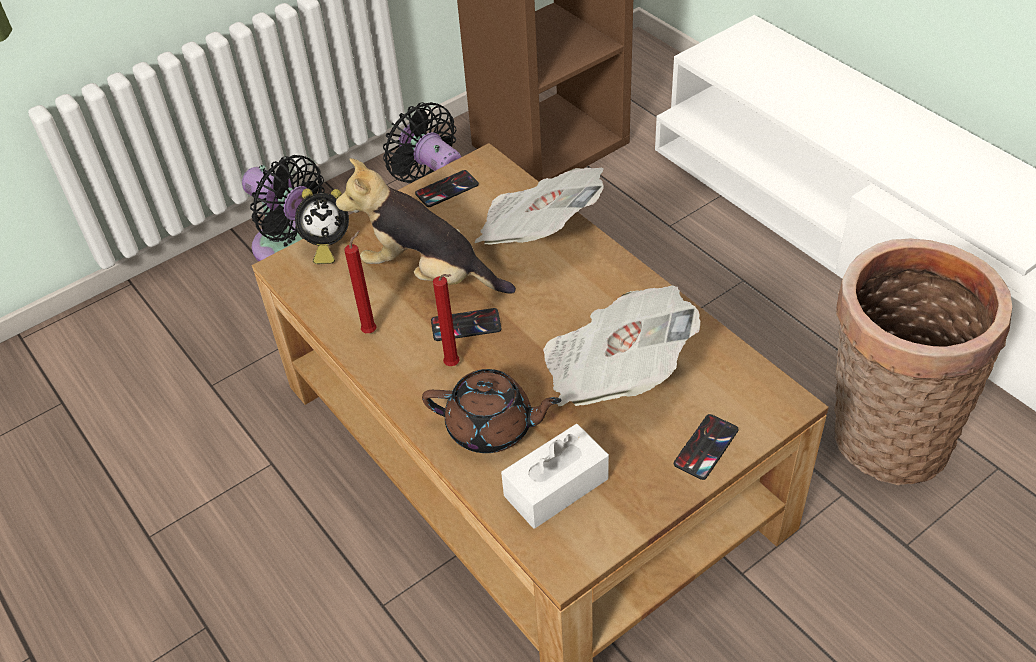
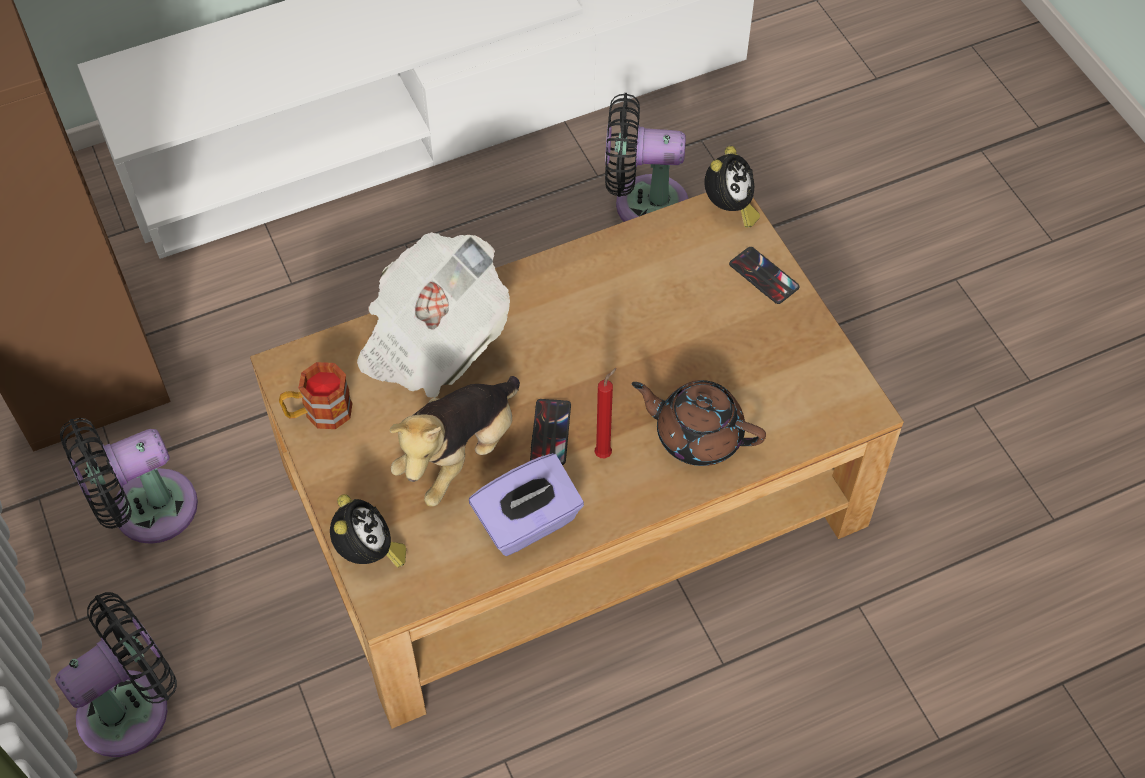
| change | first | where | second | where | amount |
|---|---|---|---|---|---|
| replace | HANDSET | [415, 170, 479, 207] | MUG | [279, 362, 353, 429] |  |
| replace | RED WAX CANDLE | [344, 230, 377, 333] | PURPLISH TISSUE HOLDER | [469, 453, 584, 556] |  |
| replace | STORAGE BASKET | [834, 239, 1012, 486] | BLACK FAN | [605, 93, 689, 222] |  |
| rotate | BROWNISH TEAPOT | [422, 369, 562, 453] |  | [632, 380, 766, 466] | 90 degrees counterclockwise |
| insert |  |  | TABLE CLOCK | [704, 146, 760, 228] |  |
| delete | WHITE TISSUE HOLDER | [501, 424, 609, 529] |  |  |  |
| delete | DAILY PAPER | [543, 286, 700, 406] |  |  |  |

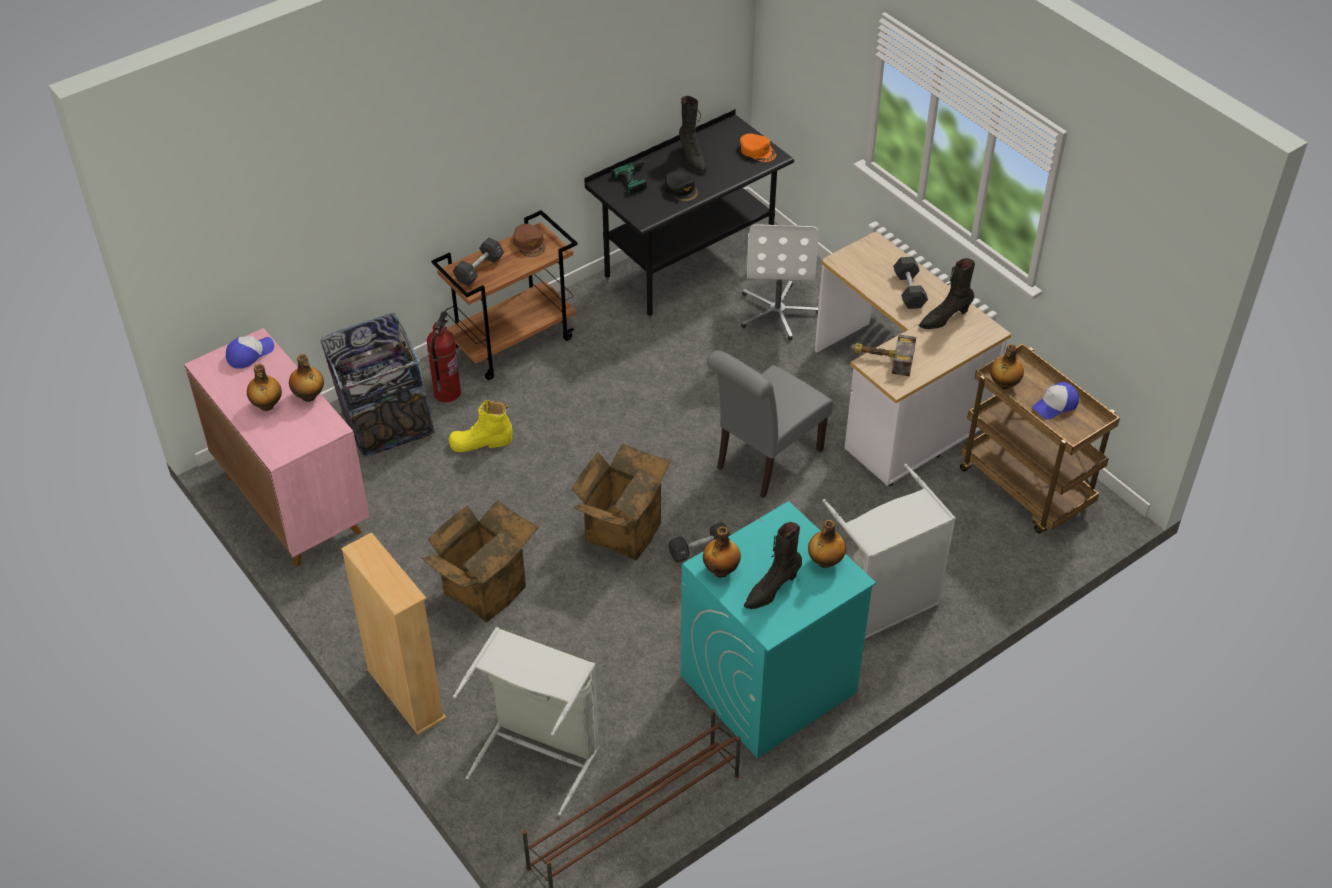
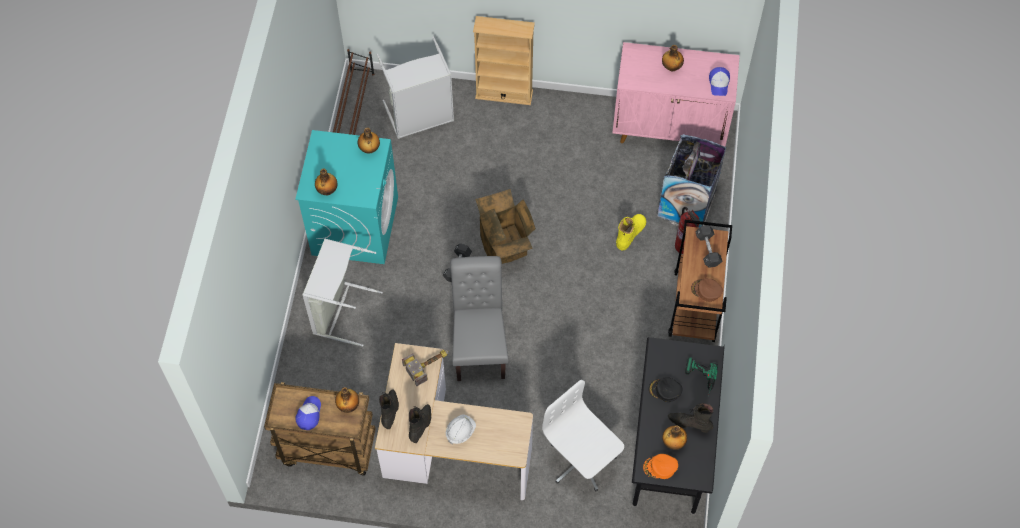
| change | first | where | second | where | amount |
|---|---|---|---|---|---|
| move | BLACK HIGH-TOP BOOT | [744, 522, 802, 609] |  | [379, 389, 399, 429] |  |
| replace | BLACK HAND WEIGHT | [893, 257, 928, 309] | WHITE HARD HAT | [446, 414, 476, 445] |  |
| move | BEVERAGE BOTTLE | [289, 354, 324, 402] |  | [662, 425, 687, 450] |  |
| delete | CARDBOARD BOX | [421, 500, 539, 622] |  |  |  |

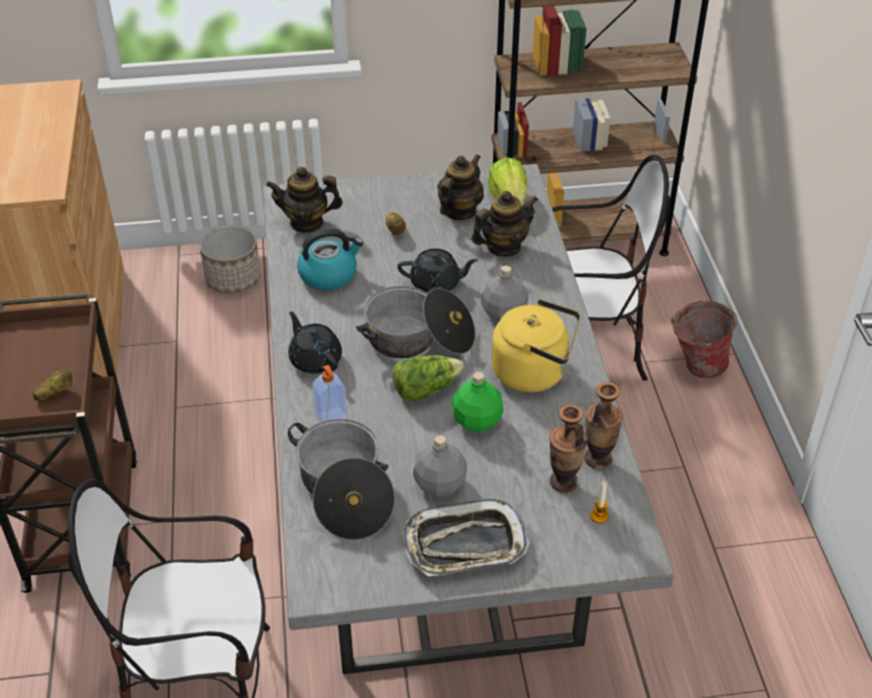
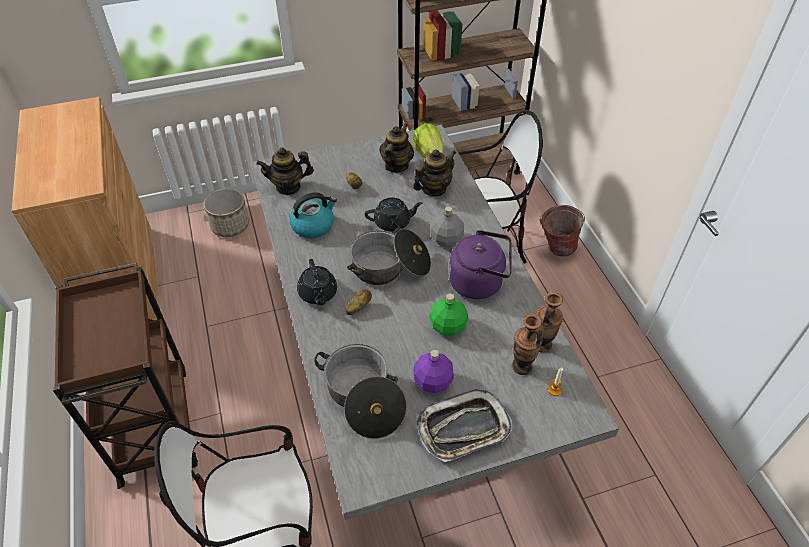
| change | first | where | second | where | amount |
|---|---|---|---|---|---|
| rotate | BLACK TEAPOT | [288, 311, 342, 374] |  | [297, 259, 337, 305] | 150 degrees counterclockwise |
| move | WHOLE POTATO | [33, 370, 72, 401] |  | [346, 289, 372, 315] |  |
| recolor | GREY BEVERAGE BOTTLE | [413, 435, 467, 497] | PURPLISH BEVERAGE BOTTLE | [414, 349, 454, 393] |  |
| recolor | YELLOWISH KETTLE | [491, 299, 580, 392] | PURPLISH KETTLE | [448, 230, 512, 299] |  |
| delete | SOAP DISPENSER | [312, 365, 347, 422] |  |  |  |
| delete | LETTUCE HEAD | [393, 355, 464, 401] |  |  |  |

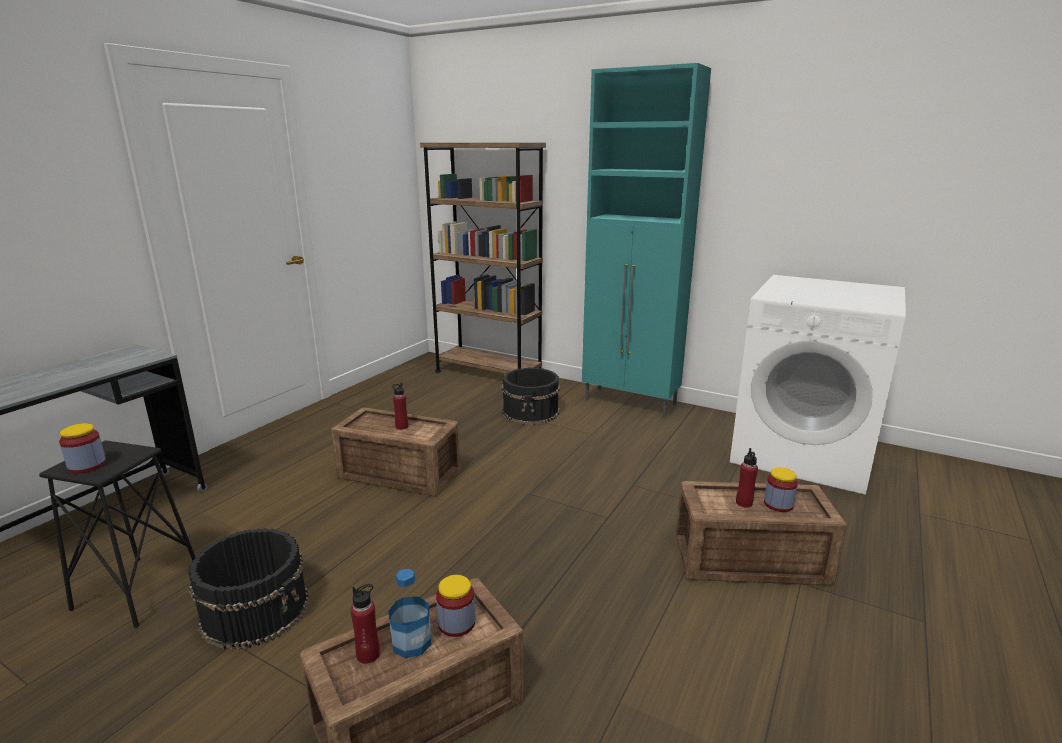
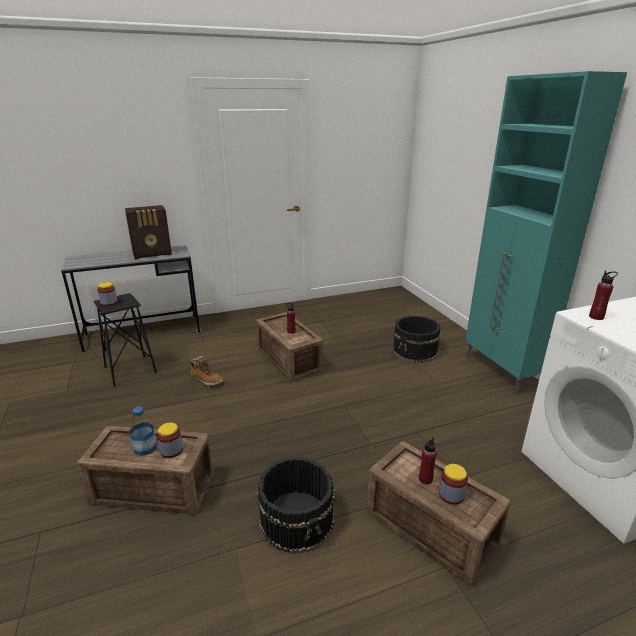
| change | first | where | second | where | amount |
|---|---|---|---|---|---|
| insert |  |  | RADIO RECEIVER | [125, 205, 172, 259] |  |
| insert |  |  | HIGH-TOP BOOT | [191, 356, 223, 386] |  |
| move | BLACK WATER BUCKET | [188, 528, 309, 650] |  | [257, 457, 335, 554] |  |
| move | RED BEVERAGE BOTTLE | [351, 584, 380, 664] |  | [589, 271, 618, 320] |  |
| delete | BROWNISH BOOKCASE | [420, 143, 546, 374] |  |  |  |

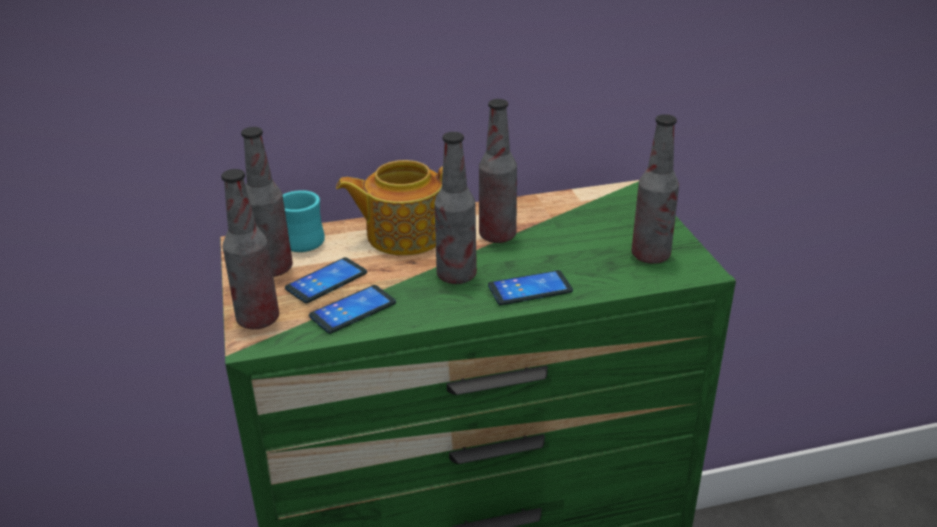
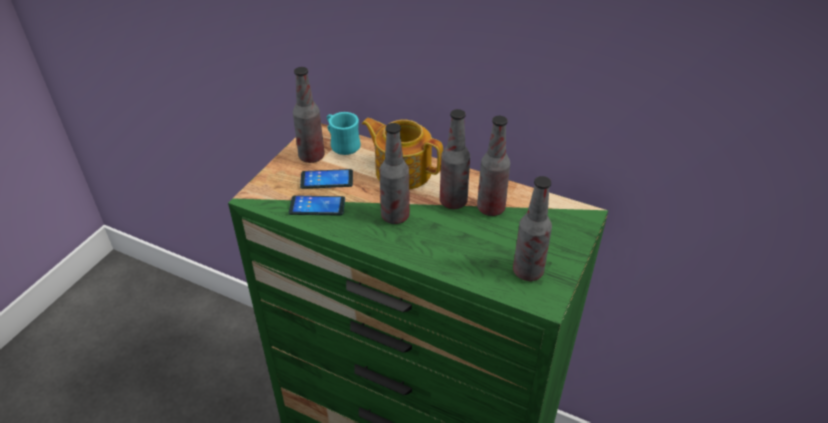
| change | first | where | second | where | amount |
|---|---|---|---|---|---|
| move | BEVERAGE BOTTLE | [221, 169, 279, 329] |  | [477, 116, 510, 216] |  |
| delete | HANDSET | [488, 270, 573, 306] |  |  |  |

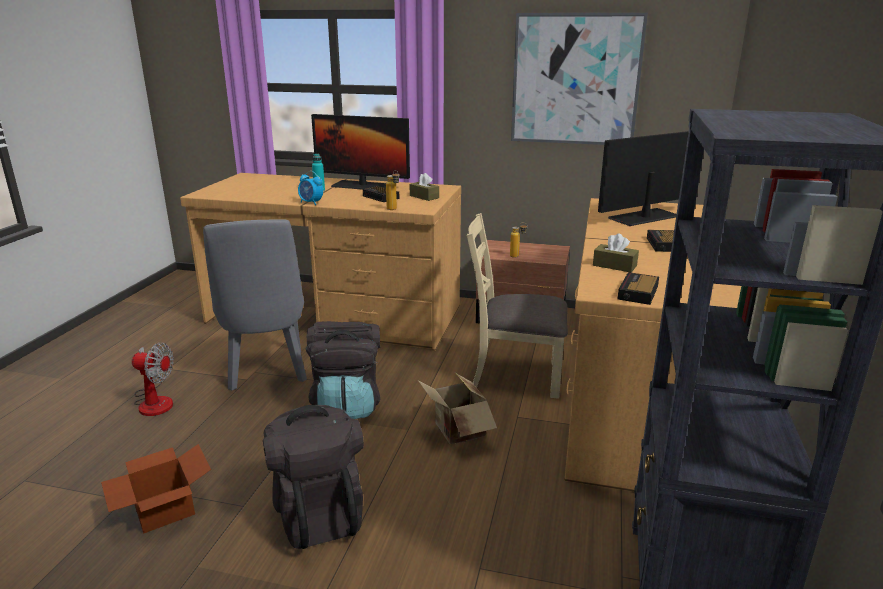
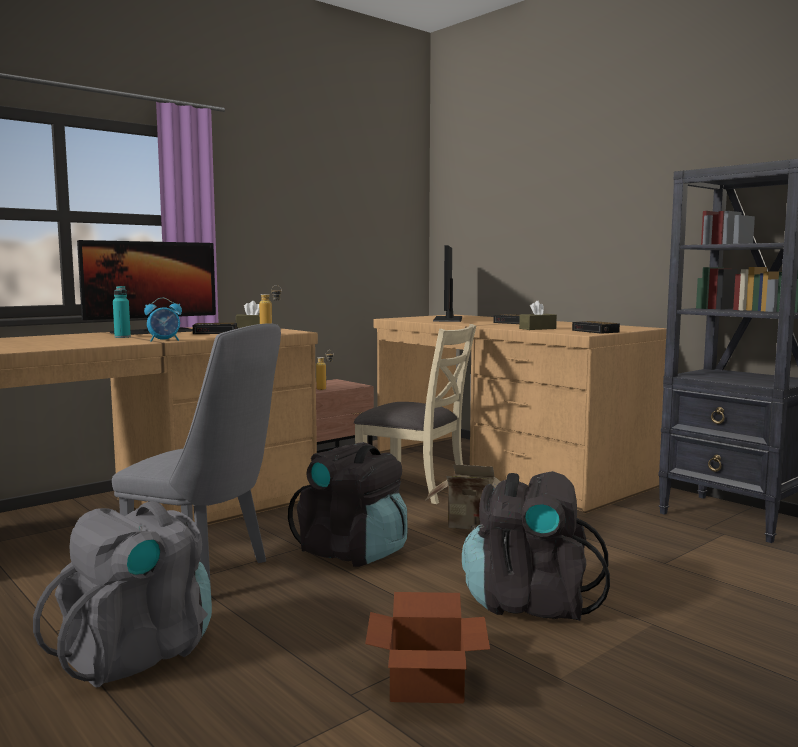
| change | first | where | second | where | amount |
|---|---|---|---|---|---|
| replace | FAN | [132, 342, 174, 416] | GREY BACKPACK | [33, 501, 212, 688] |  |
| rotate | SAND-COLOURED CHAIR | [467, 213, 568, 399] |  | [354, 324, 476, 504] | 105 degrees counterclockwise |
| delete | WALL ART | [511, 13, 648, 145] |  |  |  |

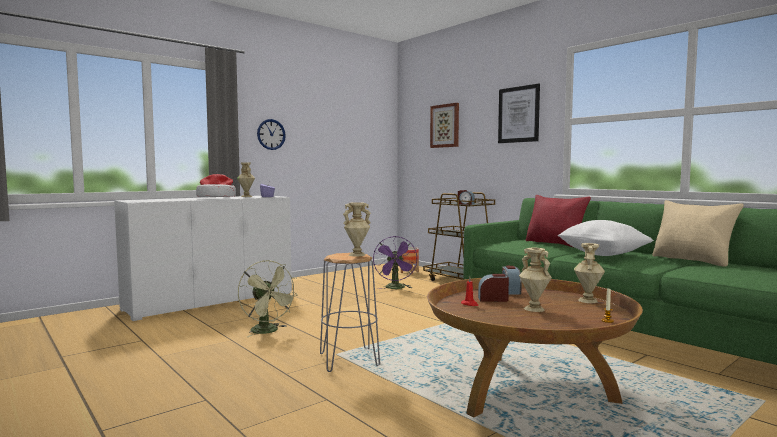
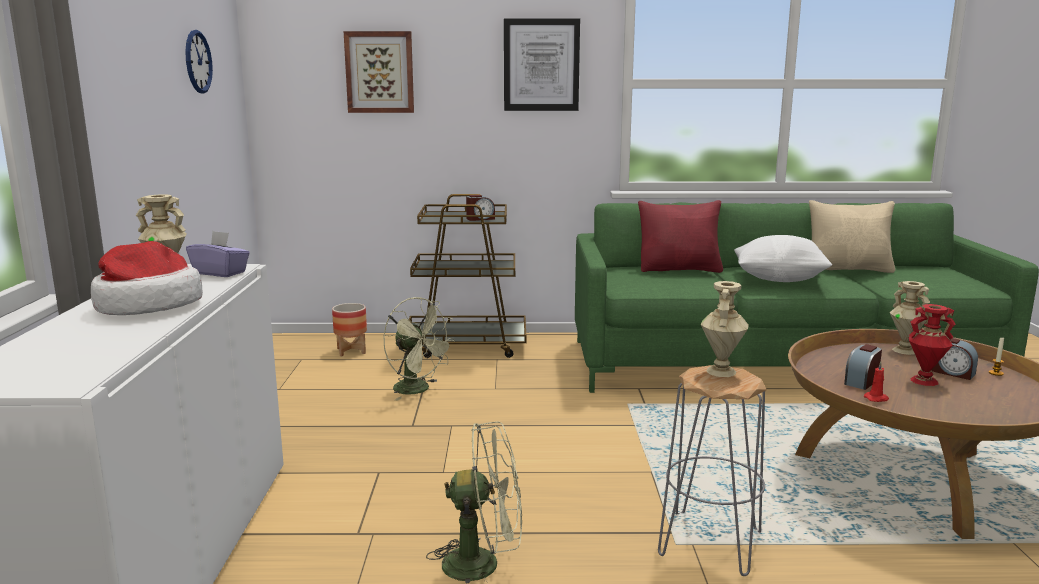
| change | first | where | second | where | amount |
|---|---|---|---|---|---|
| move | HANGING CLOCK | [257, 119, 286, 150] |  | [185, 30, 213, 94] |  |
| recolor | PURPLISH FAN | [373, 236, 417, 289] | GREEN FAN | [383, 297, 456, 401] |  |
| recolor | SAND-COLOURED FLOWER VASE | [519, 248, 552, 312] | RED FLOWER VASE | [909, 304, 955, 386] |  |
| move | TABLE CLOCK | [502, 266, 522, 295] |  | [931, 338, 978, 380] |  |

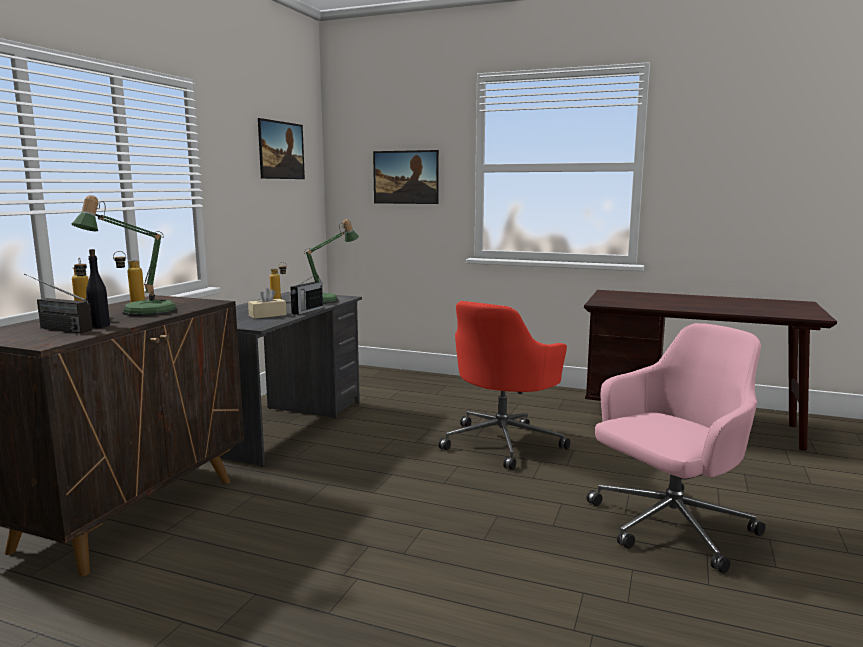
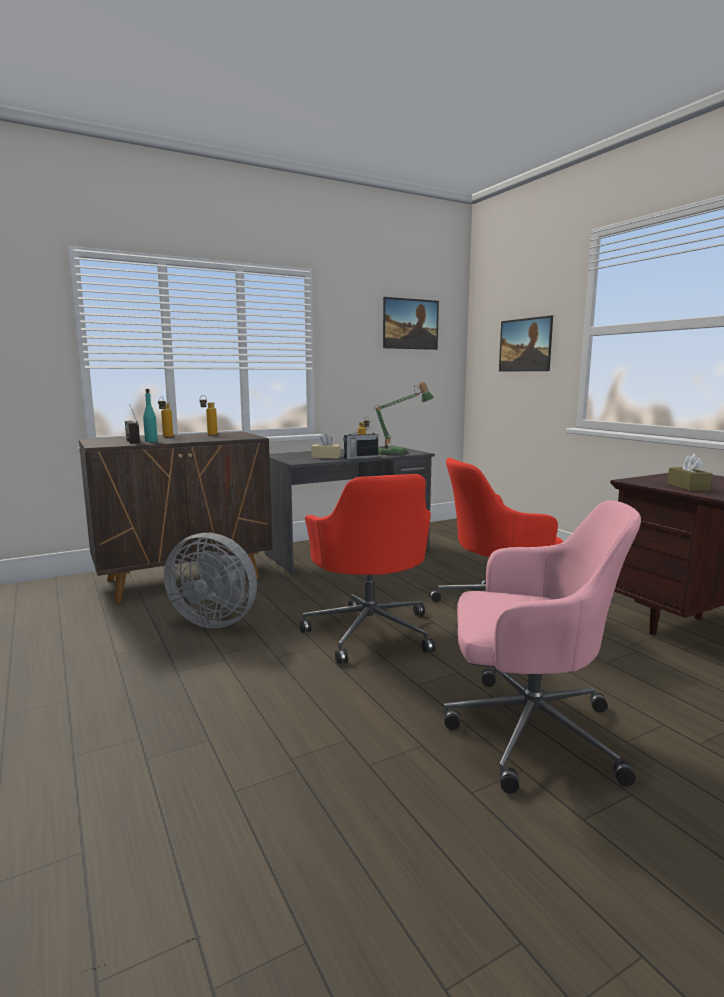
| change | first | where | second | where | amount |
|---|---|---|---|---|---|
| recolor | BLACK BEVERAGE BOTTLE | [86, 249, 110, 328] | BLUE-GREEN BEVERAGE BOTTLE | [143, 389, 158, 442] |  |
| insert |  |  | GREY FAN | [164, 533, 257, 628] |  |
| insert |  |  | RED OFFICE CHAIR | [300, 474, 435, 664] |  |
| insert |  |  | BROWNISH TISSUE HOLDER | [667, 454, 713, 491] |  |
| delete | TABLE LAMP | [72, 195, 177, 316] |  |  |  |

